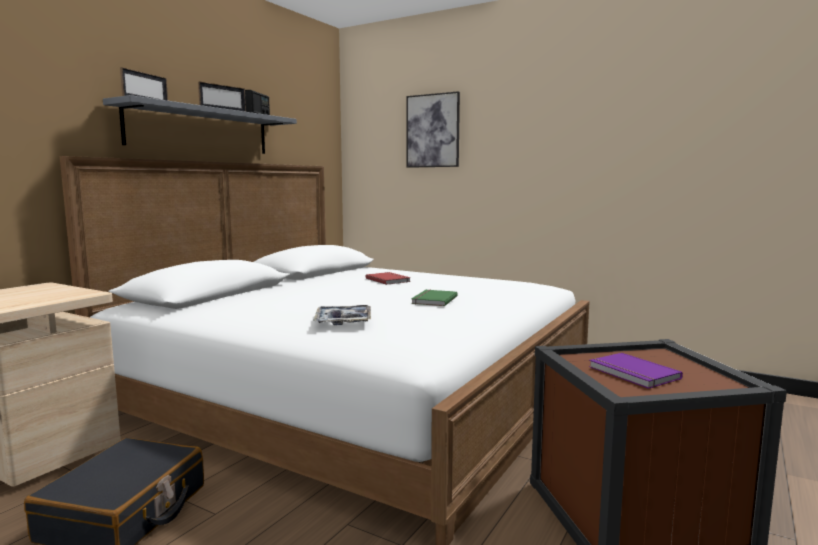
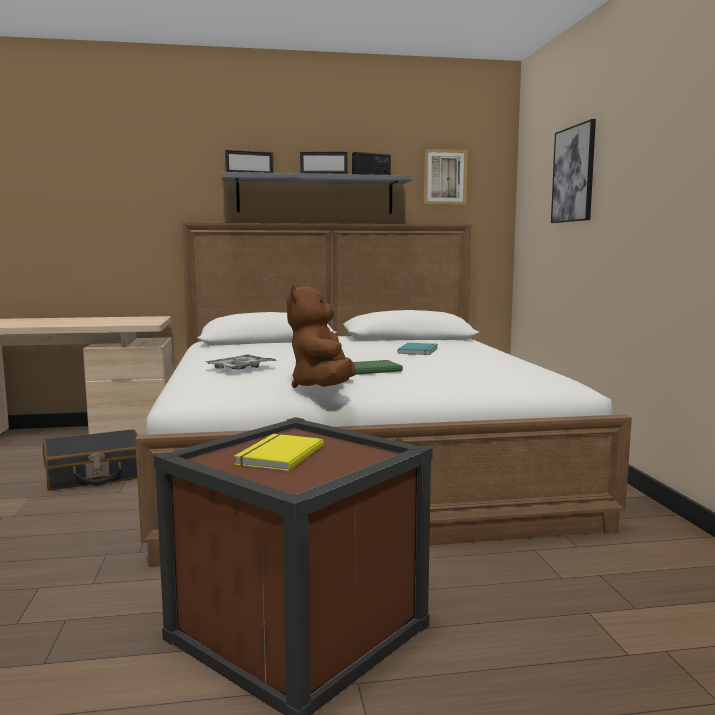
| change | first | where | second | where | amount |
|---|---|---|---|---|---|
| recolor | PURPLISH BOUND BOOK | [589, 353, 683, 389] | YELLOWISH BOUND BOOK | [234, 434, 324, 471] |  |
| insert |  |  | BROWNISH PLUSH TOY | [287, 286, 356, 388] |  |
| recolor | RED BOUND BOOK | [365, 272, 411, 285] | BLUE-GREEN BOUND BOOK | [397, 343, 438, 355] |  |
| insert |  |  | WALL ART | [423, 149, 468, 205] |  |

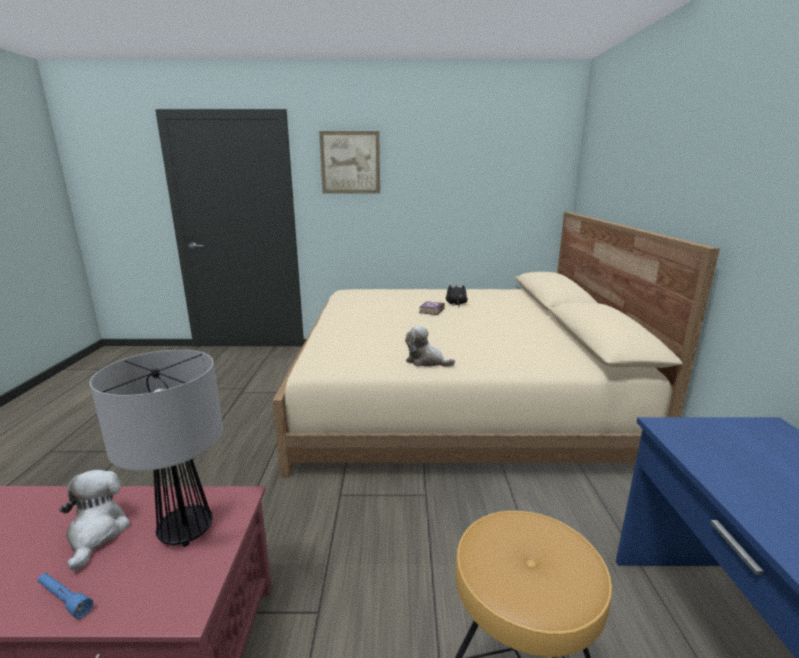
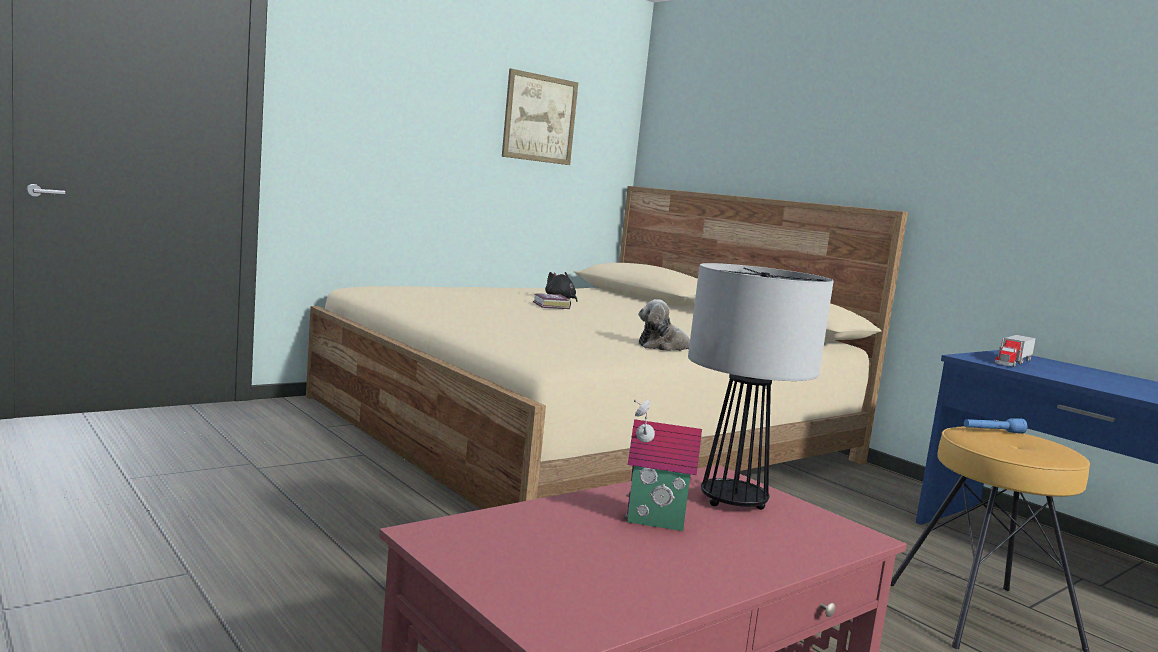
| change | first | where | second | where | amount |
|---|---|---|---|---|---|
| move | WALL ART | [319, 131, 380, 194] |  | [502, 69, 578, 165] |  |
| replace | PLUSH TOY | [59, 470, 130, 571] | TOY HOUSE | [625, 399, 702, 531] |  |
| move | BLUISH TORCH | [38, 573, 93, 619] |  | [964, 418, 1027, 434] |  |
| insert |  |  | TOY LORRY | [994, 335, 1036, 367] |  |

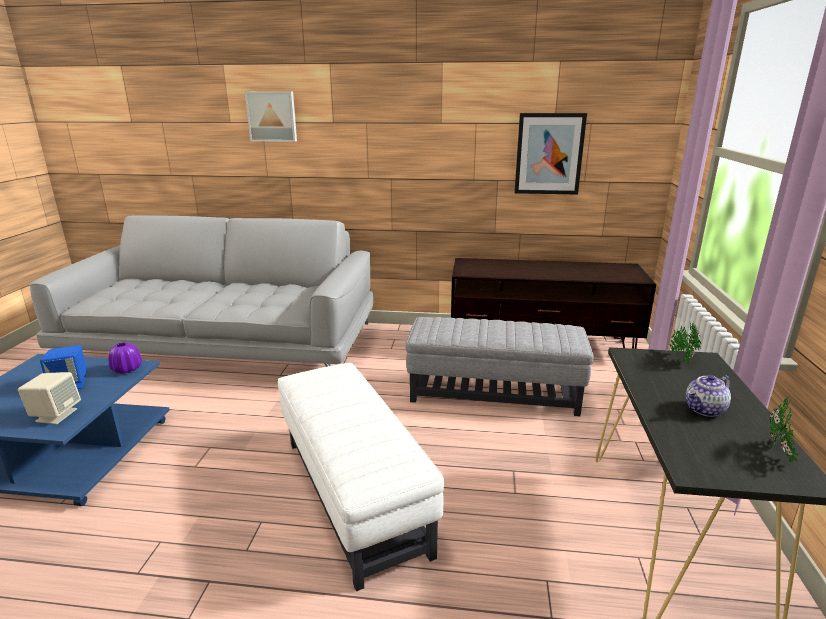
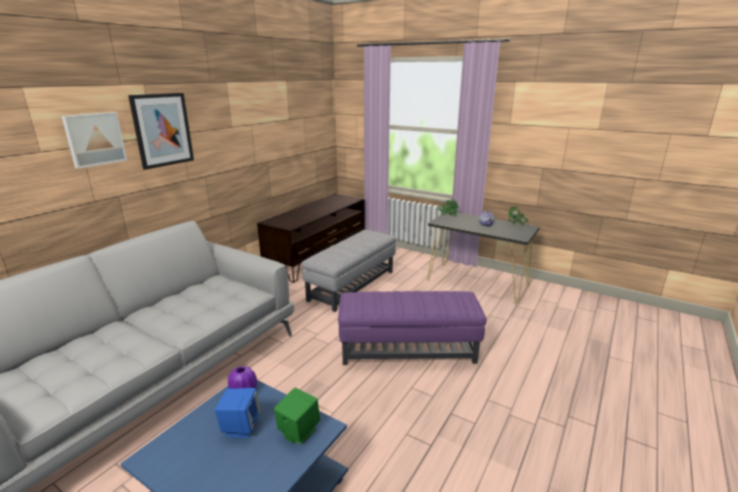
| change | first | where | second | where | amount |
|---|---|---|---|---|---|
| move | WALL ART | [514, 113, 587, 195] |  | [128, 93, 194, 170] |  |
| recolor | SAND-COLOURED LOUDSPEAKER | [18, 372, 81, 424] | GREEN LOUDSPEAKER | [274, 388, 320, 444] |  |
| recolor | WHITE POUFFE | [278, 363, 444, 591] | PURPLISH POUFFE | [338, 291, 486, 365] |  |

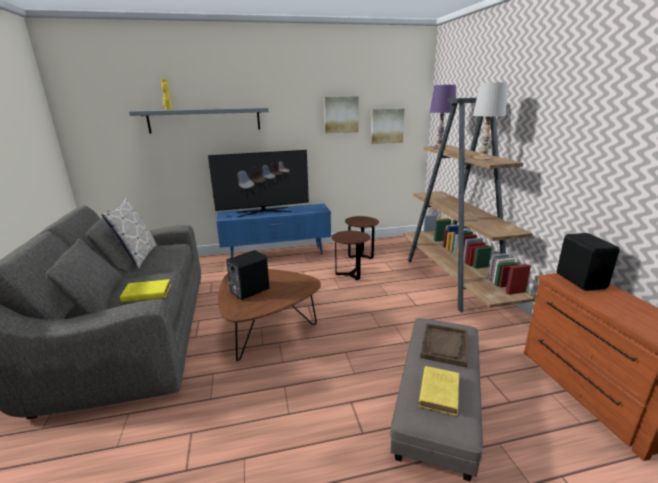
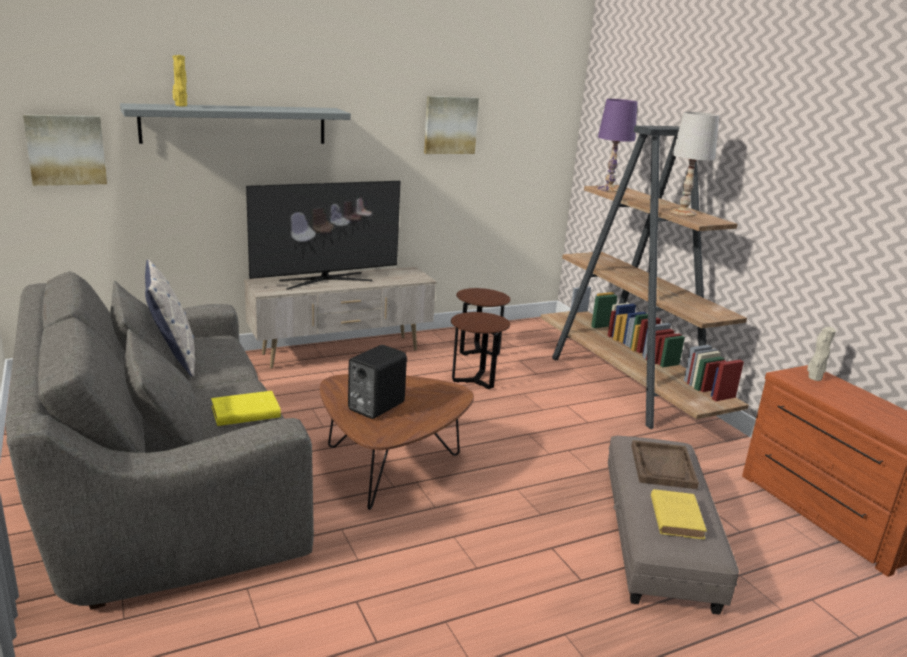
| change | first | where | second | where | amount |
|---|---|---|---|---|---|
| move | WALL ART | [371, 108, 405, 144] |  | [23, 115, 107, 186] |  |
| recolor | BLUISH MEDIA CONSOLE | [216, 204, 331, 258] | SAND-COLOURED MEDIA CONSOLE | [244, 267, 436, 369] |  |
| replace | BLACK LOUDSPEAKER | [557, 233, 620, 291] | SAND-COLOURED FLOWER VASE | [807, 327, 836, 381] |  |

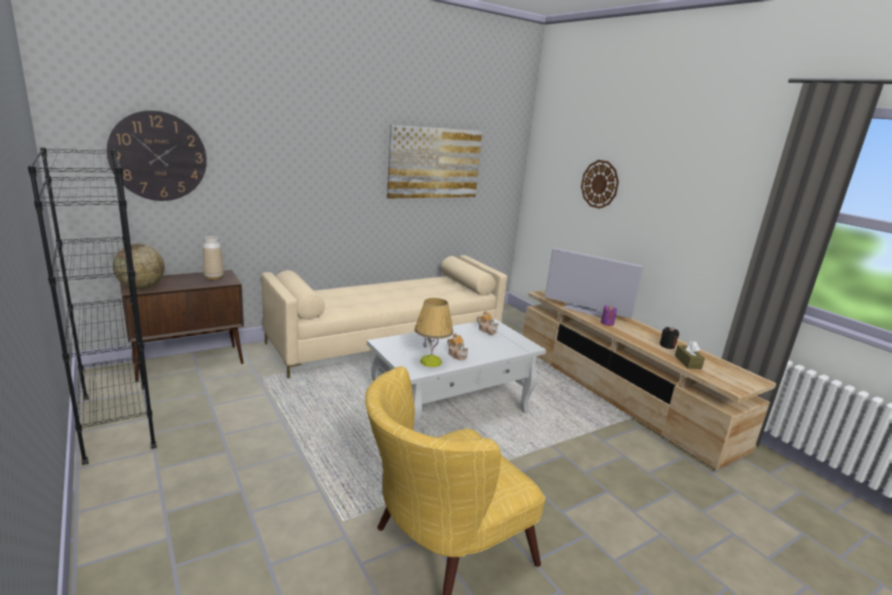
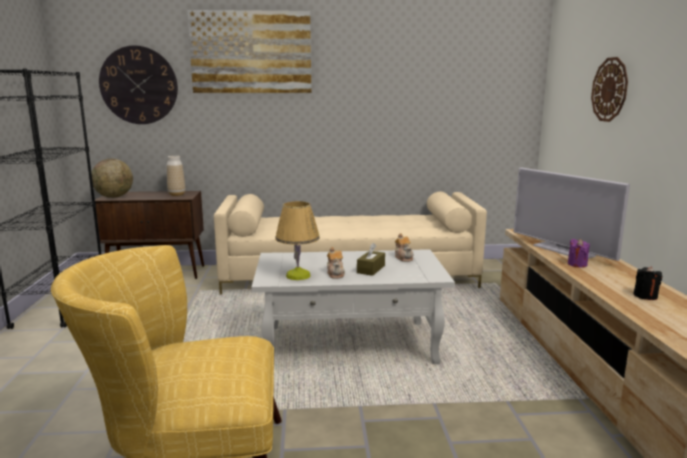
| change | first | where | second | where | amount |
|---|---|---|---|---|---|
| move | WALL ART | [387, 125, 482, 198] |  | [187, 10, 311, 93] |  |
| move | BROWNISH TISSUE HOLDER | [675, 340, 705, 369] |  | [357, 243, 385, 276] |  |

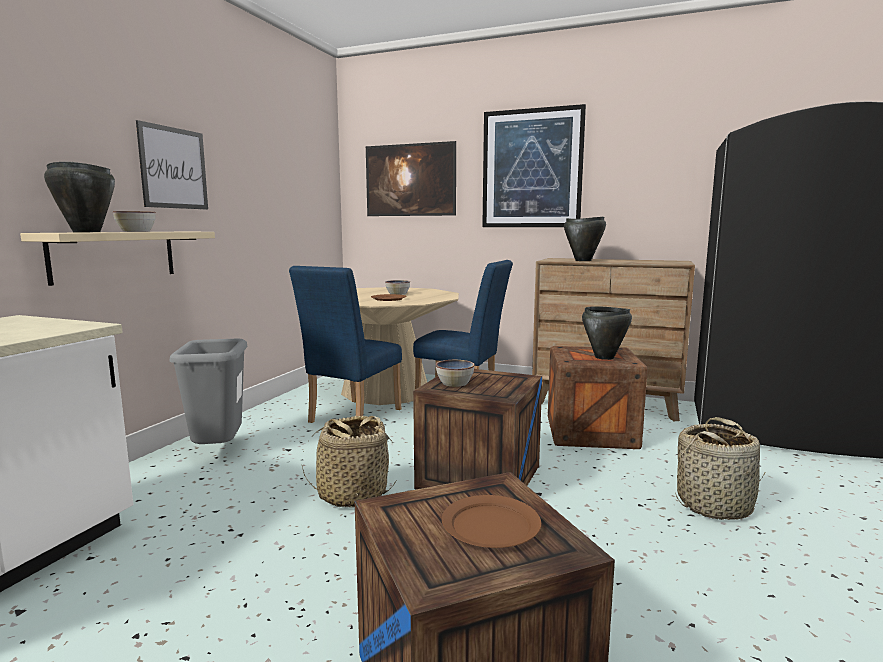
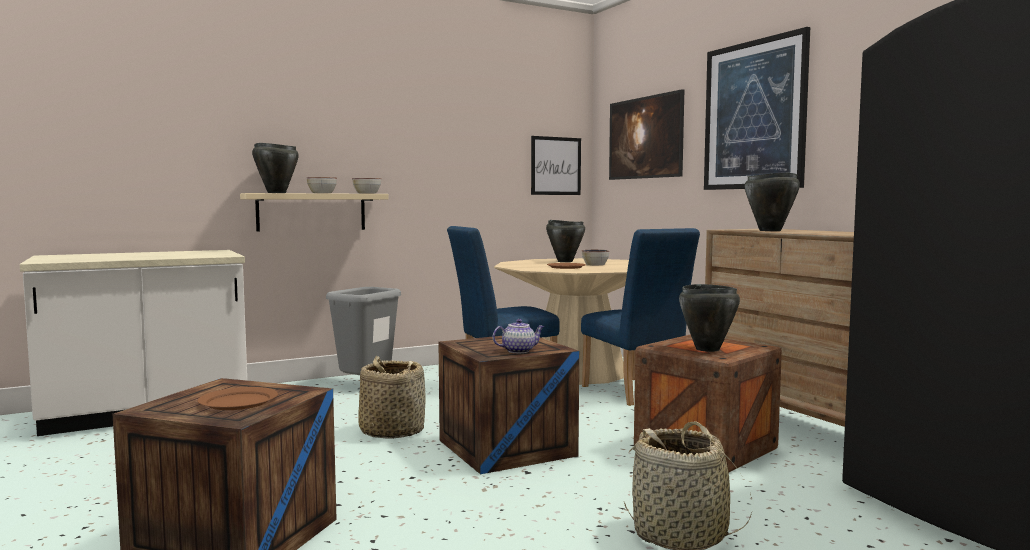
| change | first | where | second | where | amount |
|---|---|---|---|---|---|
| move | BOWL | [436, 360, 475, 387] |  | [352, 178, 381, 194] |  |
| insert |  |  | TEAPOT | [492, 319, 544, 353] |  |
| move | WALL ART | [136, 120, 208, 209] |  | [531, 136, 581, 195] |  |
| insert |  |  | BLACK SAUCEPOT | [546, 220, 585, 262] |  |

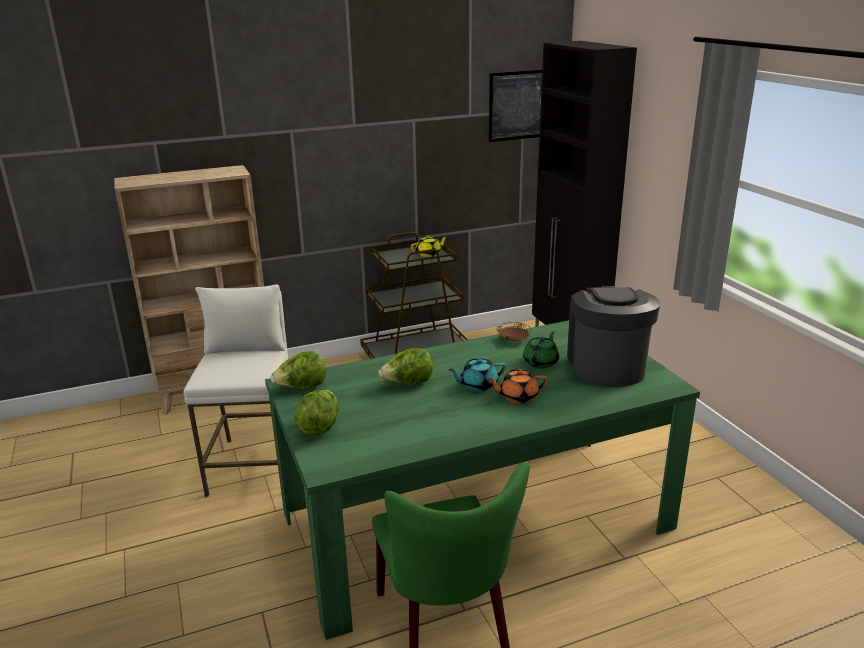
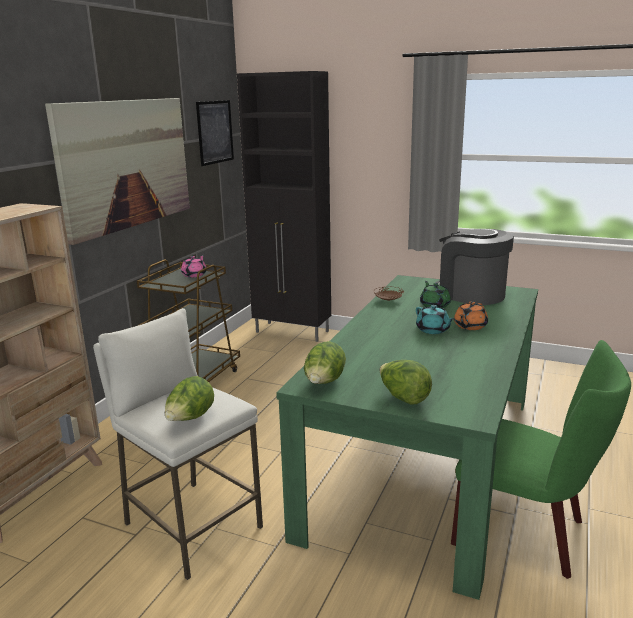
| change | first | where | second | where | amount |
|---|---|---|---|---|---|
| insert |  |  | WALL ART | [45, 98, 190, 245] |  |
| move | LETTUCE HEAD | [378, 348, 433, 385] |  | [165, 376, 214, 421] |  |
| recolor | YELLOWISH TEAPOT | [411, 235, 448, 257] | PINK TEAPOT | [181, 255, 206, 277] |  |
| rotate | BLUE-GREEN TEAPOT | [448, 358, 506, 391] |  | [416, 305, 454, 334] | 60 degrees counterclockwise |

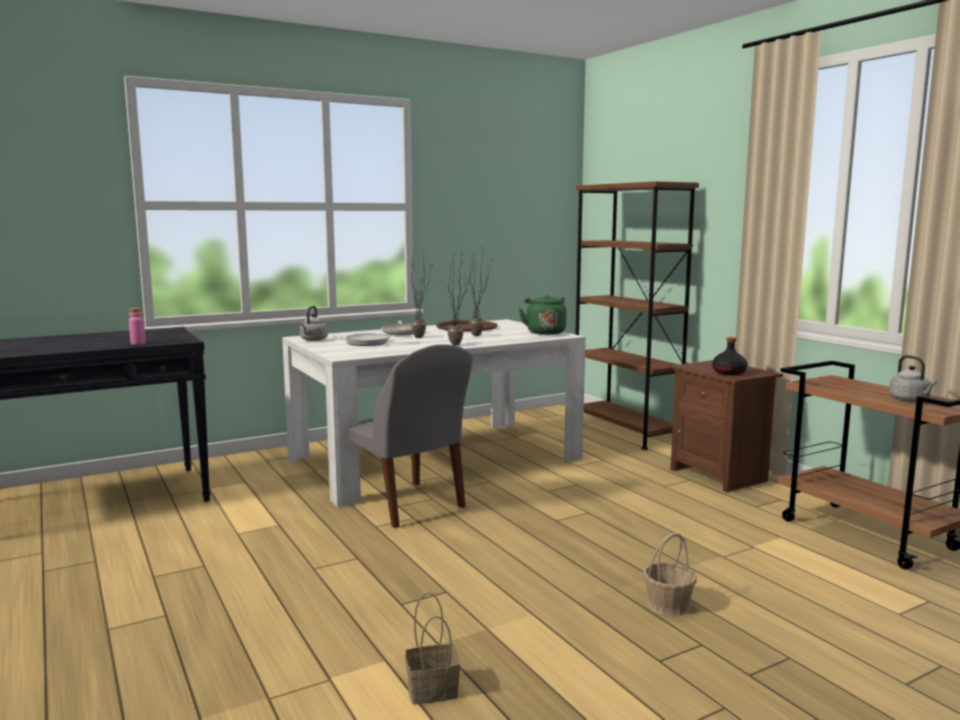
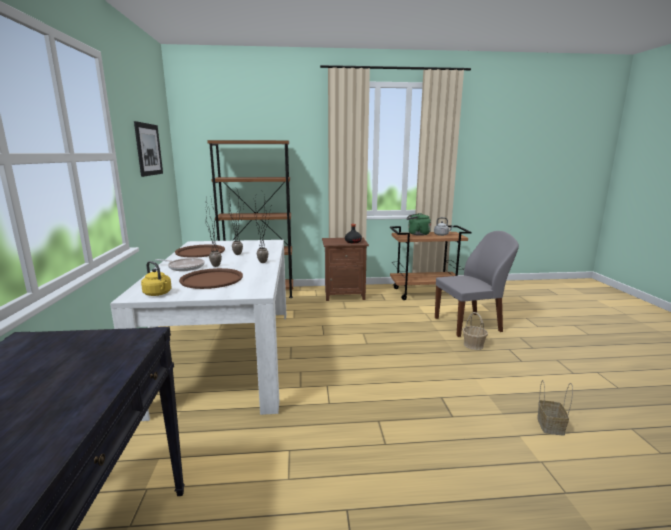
| change | first | where | second | where | amount |
|---|---|---|---|---|---|
| insert |  |  | WALL ART | [134, 121, 163, 177] |  |
| recolor | GREY KETTLE | [300, 306, 328, 341] | YELLOWISH KETTLE | [141, 261, 172, 296] |  |
| replace | FRYING PAN | [345, 333, 412, 346] | BROWNISH TRAY | [179, 268, 243, 289] |  |
| move | GREEN KETTLE | [519, 295, 567, 335] |  | [407, 213, 431, 236] |  |
| move | GREY CHAIR | [348, 344, 473, 528] |  | [435, 231, 519, 337] |  |
| delete | PINK BEVERAGE BOTTLE | [129, 308, 146, 345] |  |  |  |

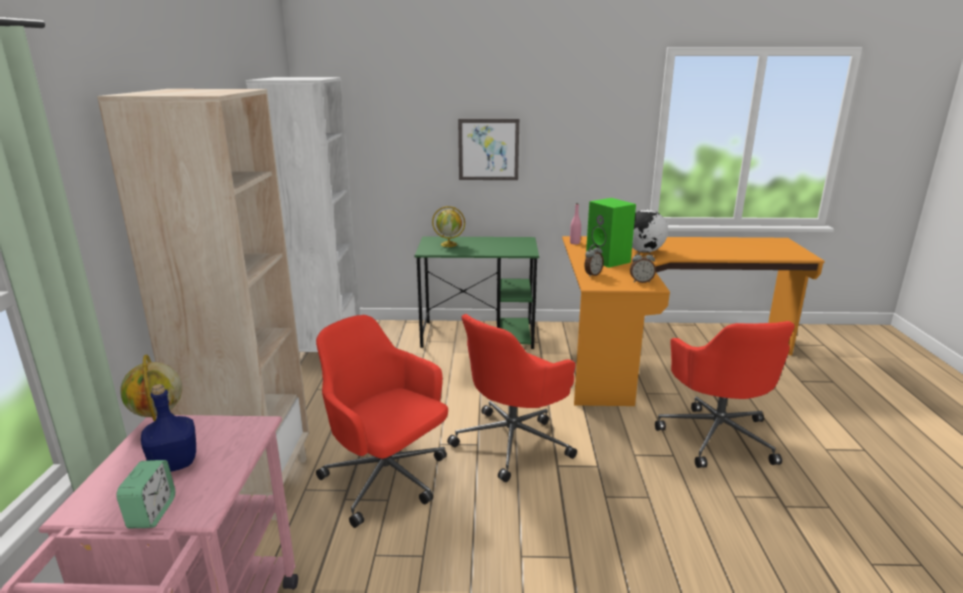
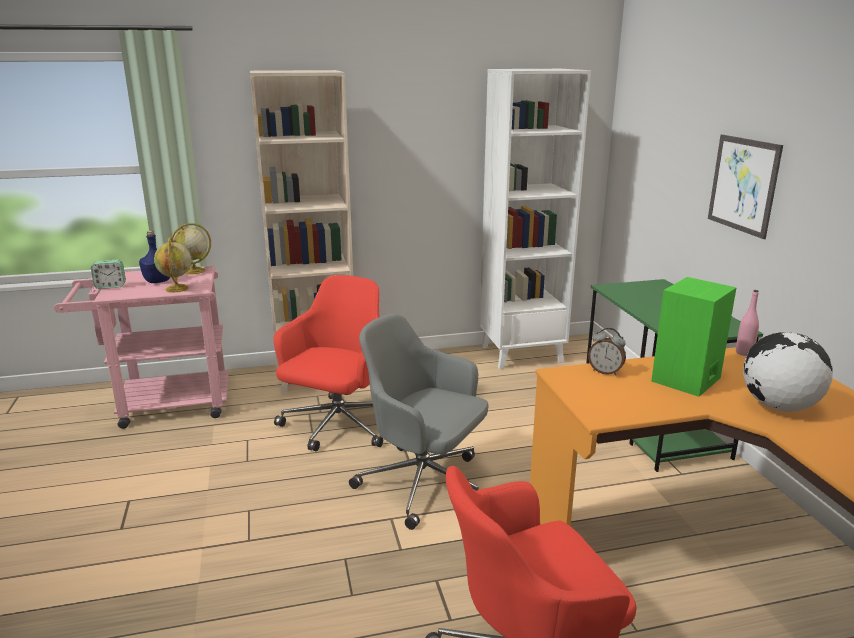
| change | first | where | second | where | amount |
|---|---|---|---|---|---|
| move | WORLD GLOBE | [432, 206, 465, 247] |  | [154, 237, 192, 293] |  |
| recolor | RED OFFICE CHAIR | [447, 314, 577, 482] | GREY OFFICE CHAIR | [349, 314, 488, 530] |  |
| delete | TABLE CLOCK | [630, 250, 656, 283] |  |  |  |

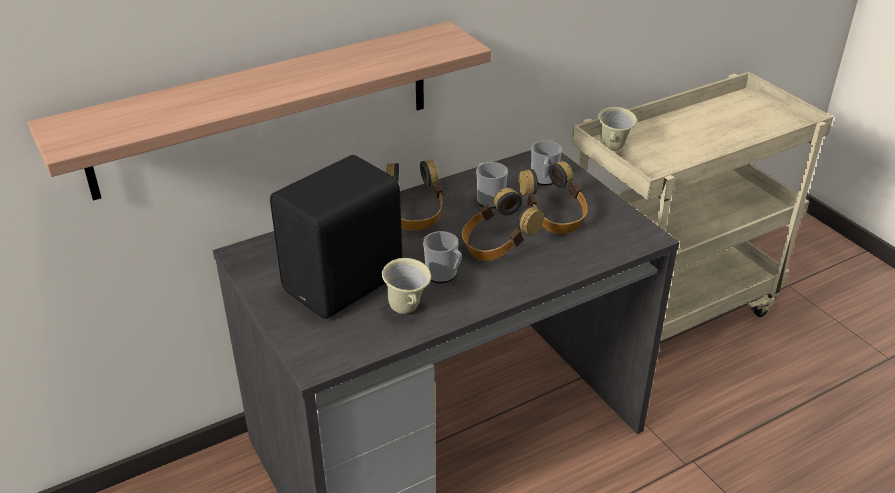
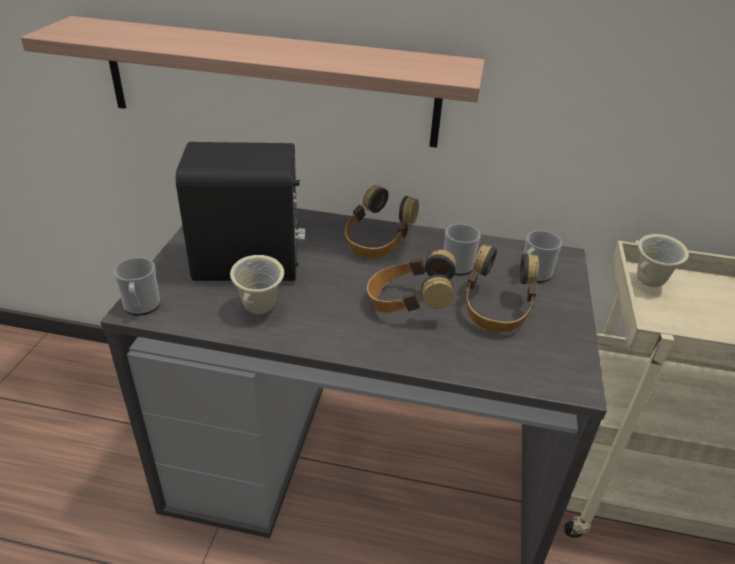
| change | first | where | second | where | amount |
|---|---|---|---|---|---|
| move | MUG | [423, 231, 462, 283] |  | [113, 257, 160, 316] |  |

